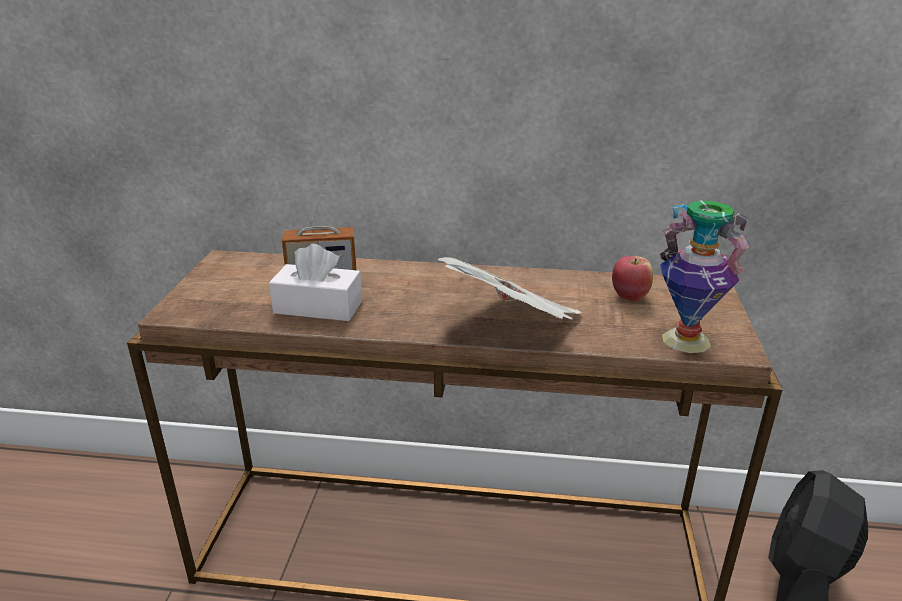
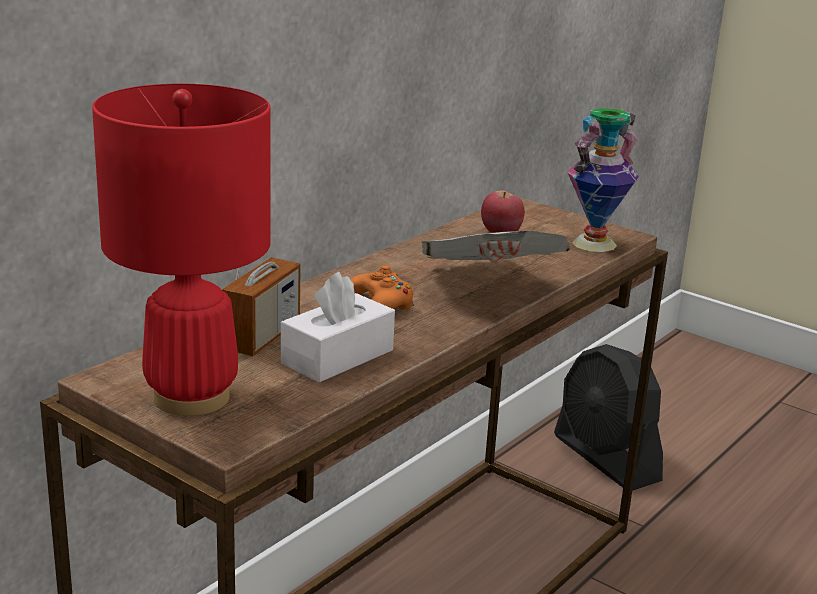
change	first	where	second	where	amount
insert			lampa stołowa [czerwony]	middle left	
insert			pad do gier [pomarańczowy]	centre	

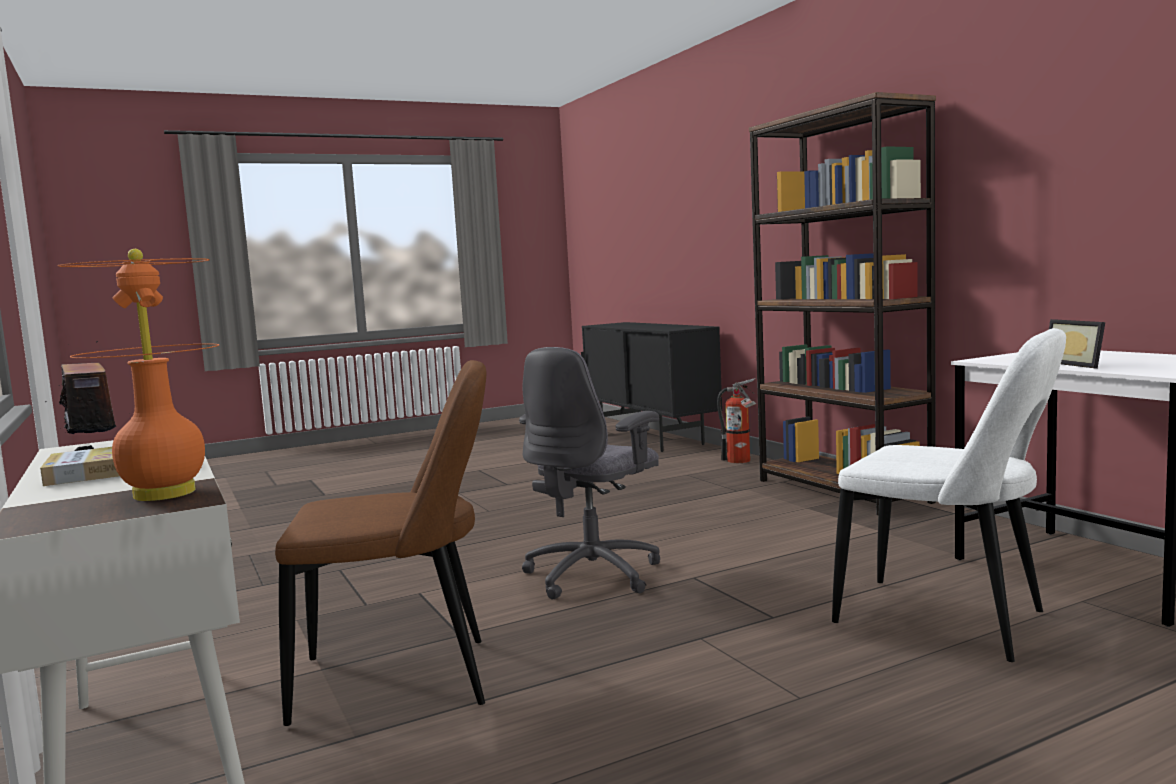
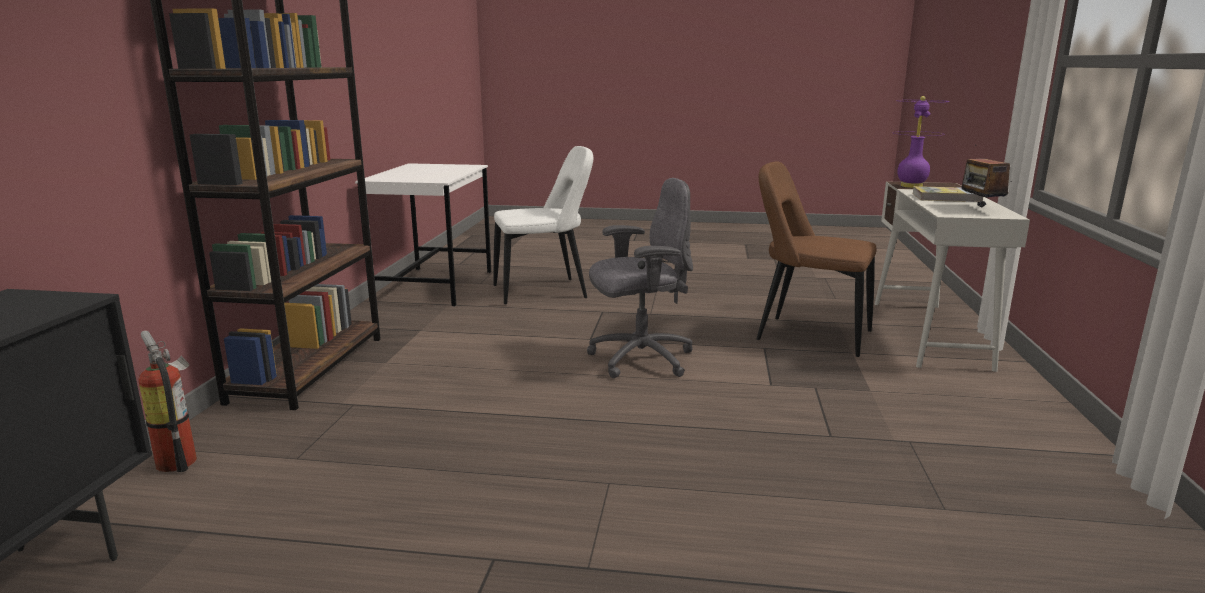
change	first	where	second	where	amount
recolor	lampa stołowa [pomarańczowy]	middle left	lampa stołowa [fioletowy]	top right	
delete	ramka na zdjęcie	middle right			
rotate	krzesło [biały]	middle right		centre	90 degrees clockwise

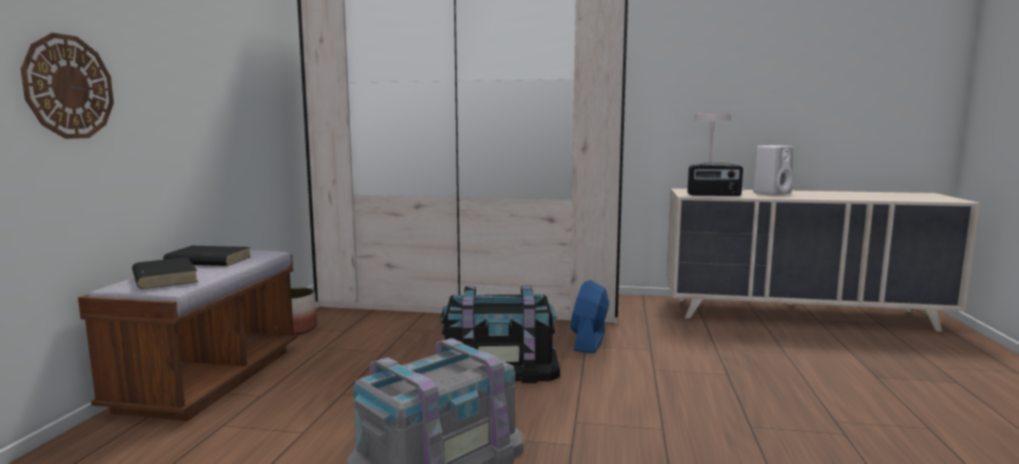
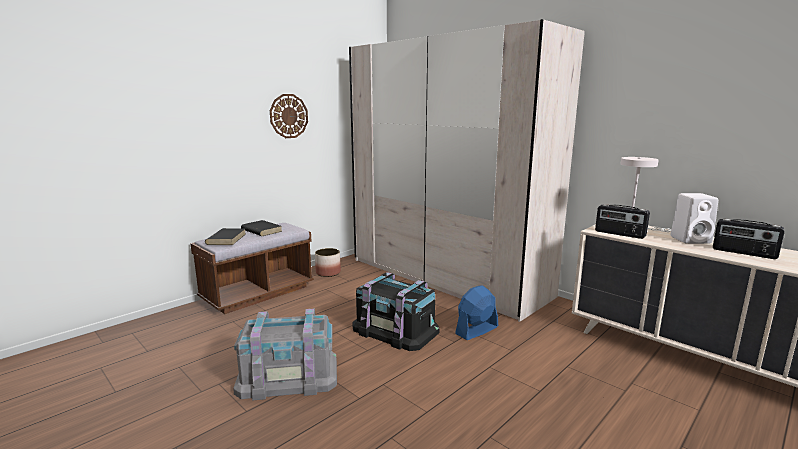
change	first	where	second	where	amount
move	zegar ścienny	top left		top centre	
insert			radio (2nd from left)	middle right	

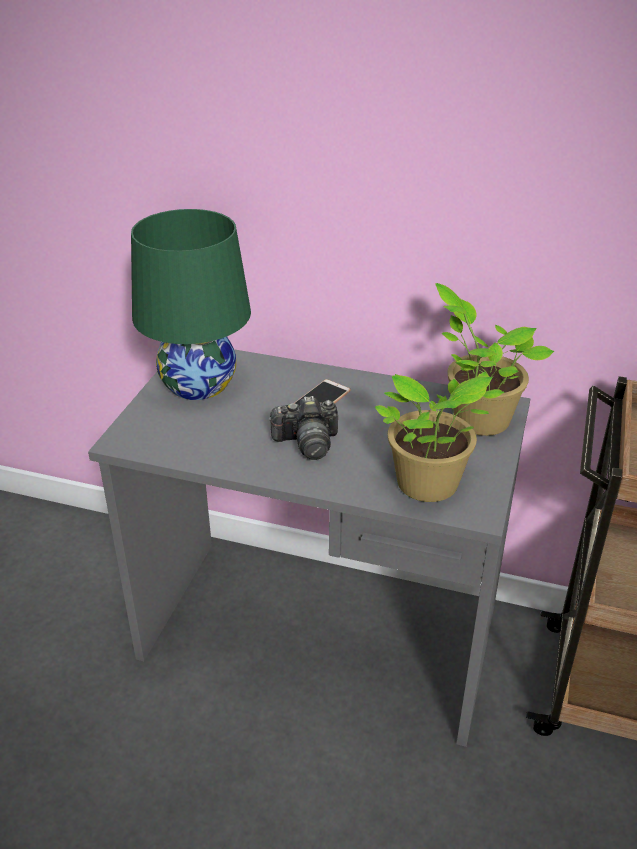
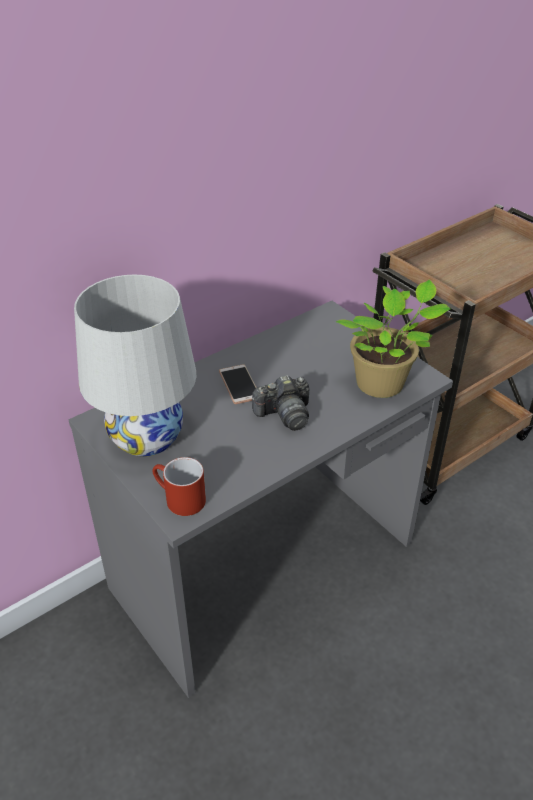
change	first	where	second	where	amount
recolor	lampa stołowa [zielony]	middle left	lampa stołowa [biały]	middle left	
delete	roślina doniczkowa (2nd from left)	middle right			
rotate	aparat fotograficzny	centre		centre	45 degrees clockwise
insert			kubek [czerwony]	centre	

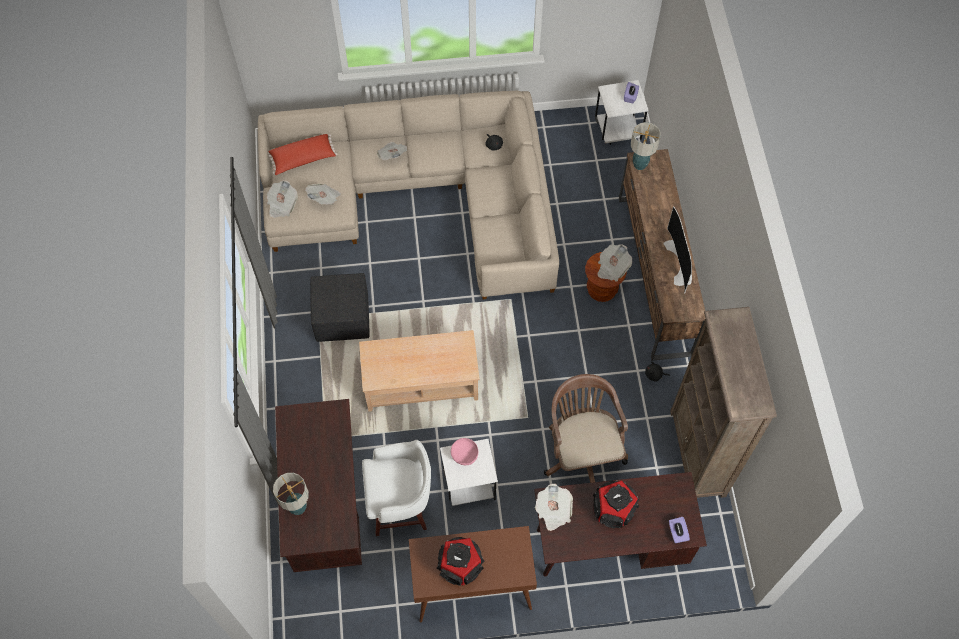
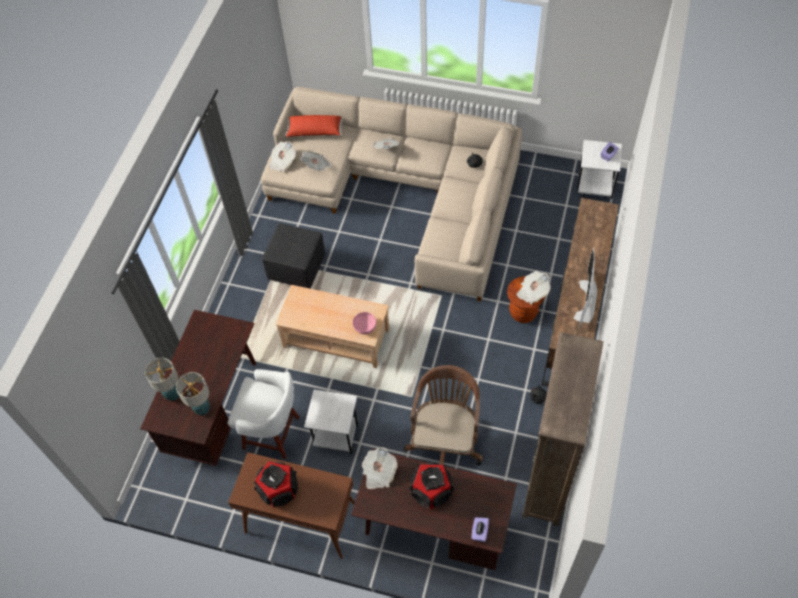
change	first	where	second	where	amount
move	lampa stołowa (2nd from left)	top right		middle left	
move	miska [różowy]	bottom centre		centre	

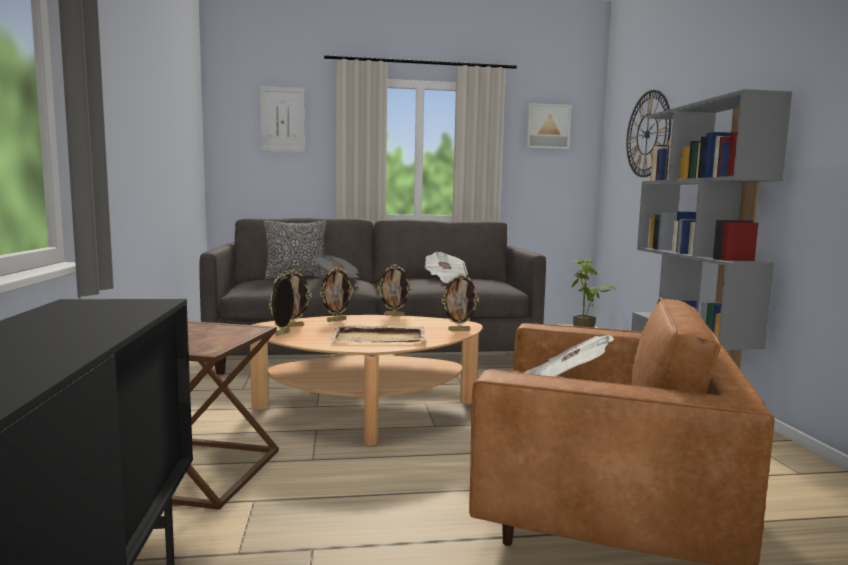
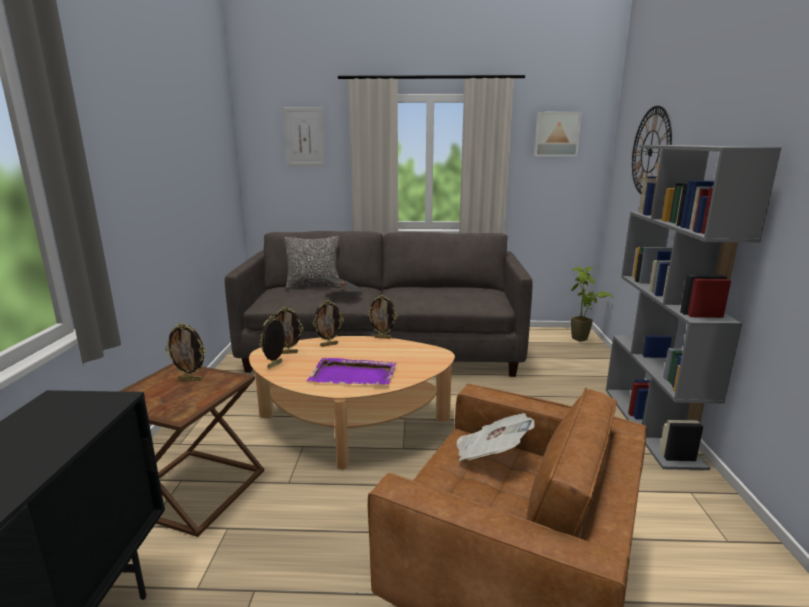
change	first	where	second	where	amount
delete	gazeta (2nd from left)	centre			
move	ramka na zdjęcie (5th from left in the first image)	centre	ramka na zdjęcie (1st from left)	middle left	
recolor	taca [beżowy]	centre	taca [fioletowy]	centre	

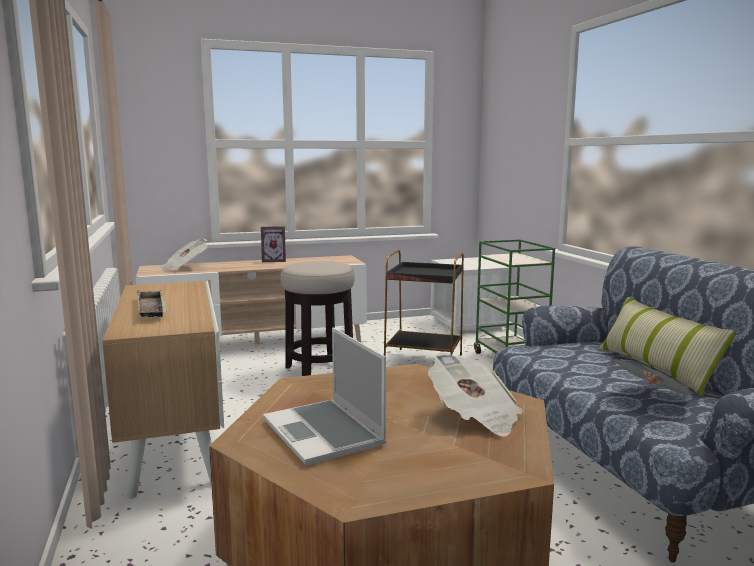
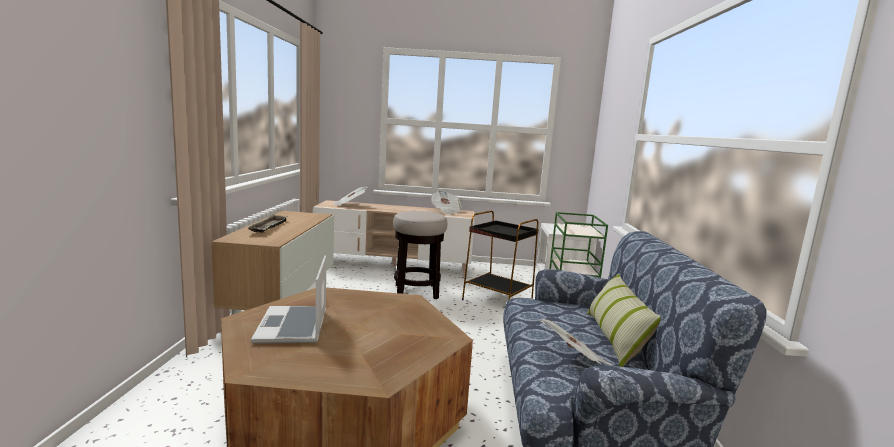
change	first	where	second	where	amount
delete	ramka na zdjęcie	centre			
move	gazeta (2nd from left)	bottom centre		centre	

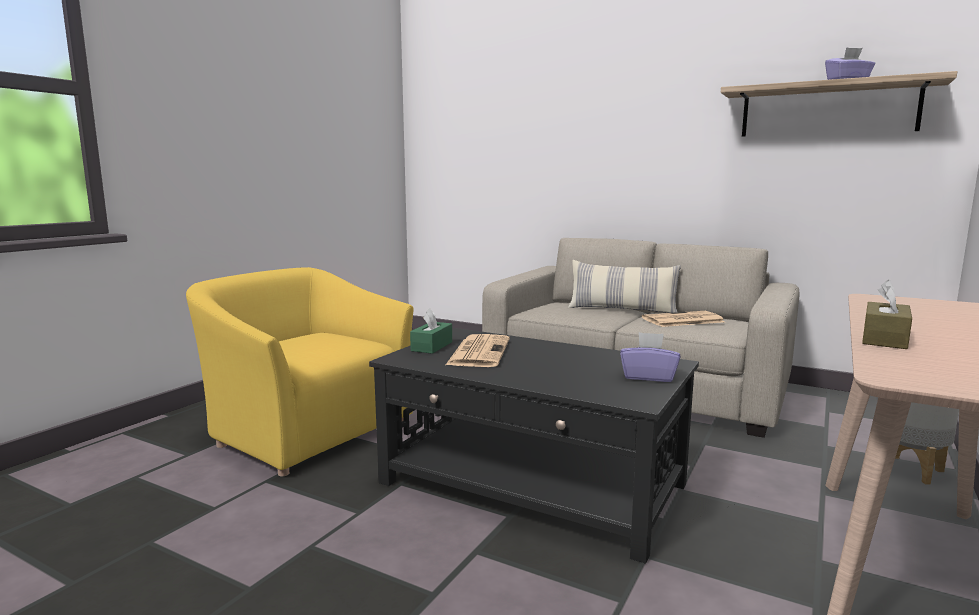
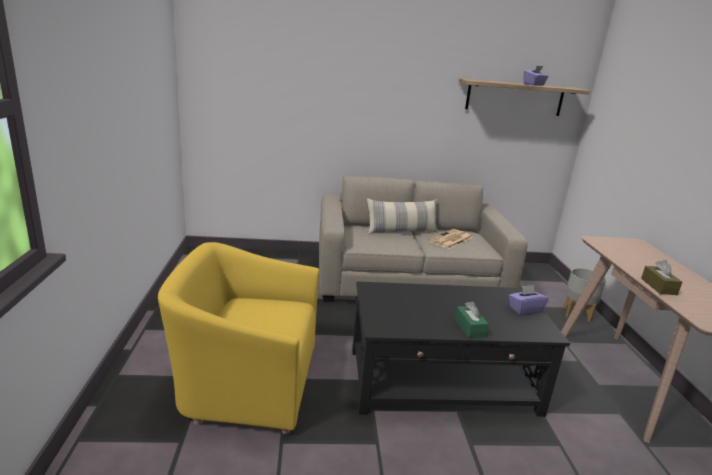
change	first	where	second	where	amount
move	pudełko chusteczek [zielony]	centre		bottom centre	
delete	gazeta (1st from left)	centre			

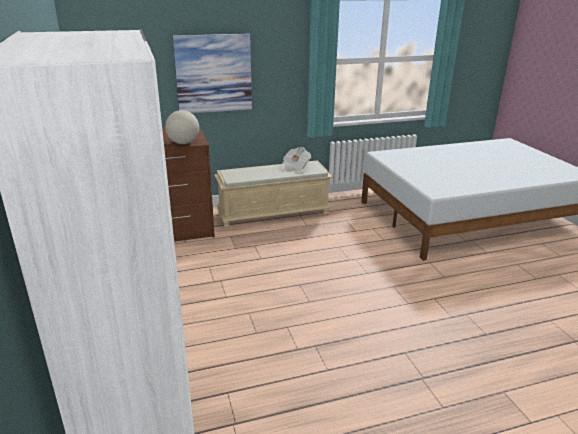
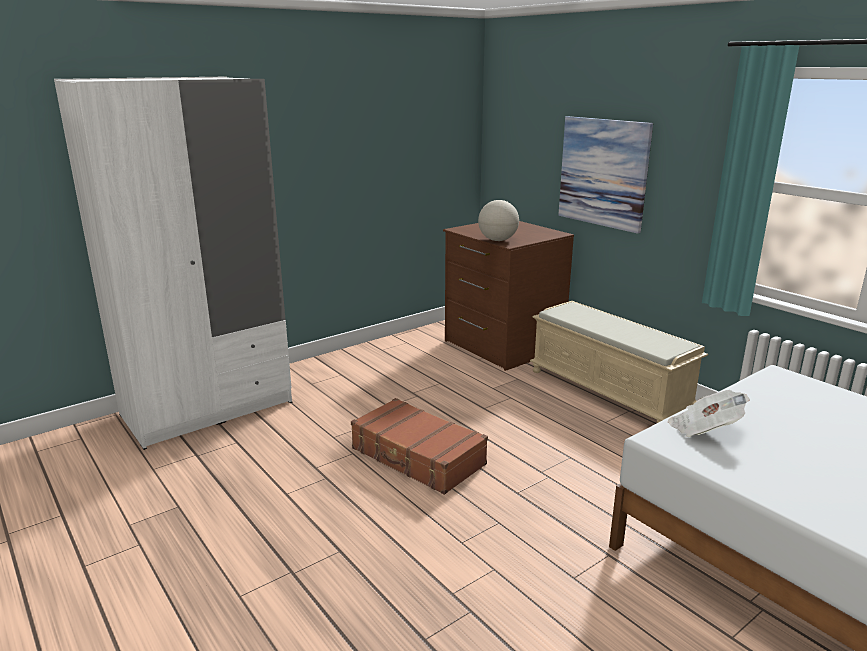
change	first	where	second	where	amount
move	gazeta	centre		middle right	
insert			walizka [brązowy]	bottom centre	

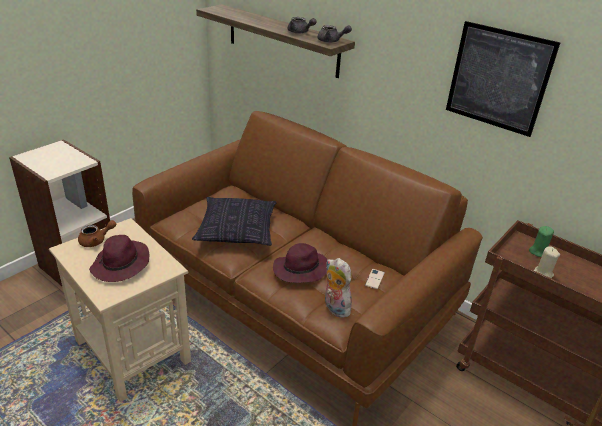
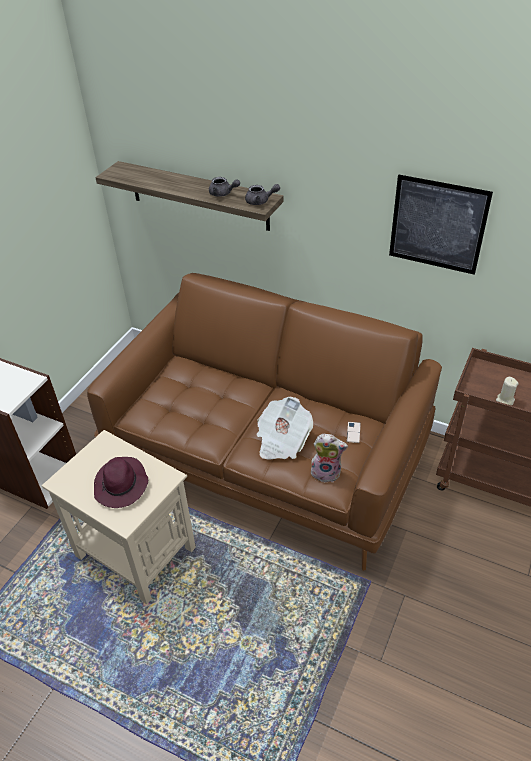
change	first	where	second	where	amount
delete	poduszka	centre			
delete	imbryk [brązowy]	middle left			
delete	świeca [zielony]	middle right			
replace	kapelusz [fioletowy] (2nd from left)	centre	gazeta	centre	
rotate	pluszak	bottom centre		centre	150 degrees clockwise

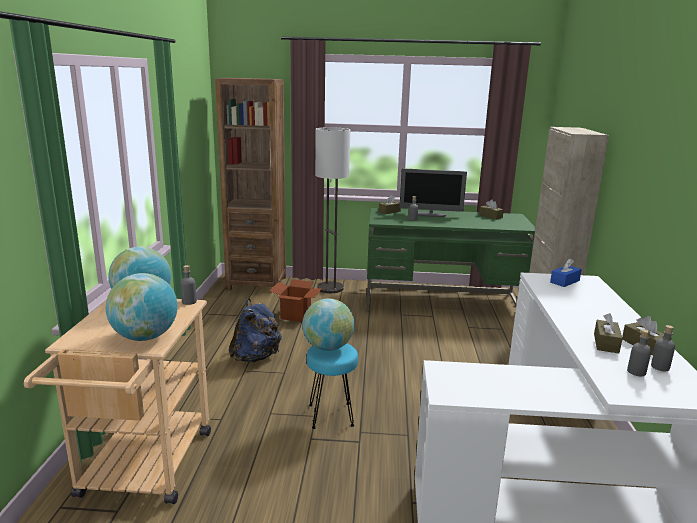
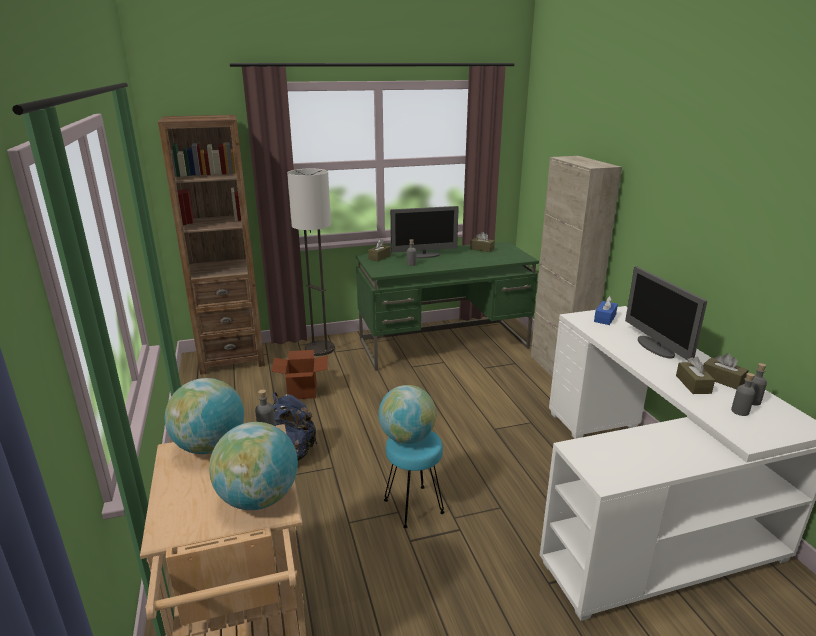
change	first	where	second	where	amount
insert			monitor (2nd from left)	middle right	

